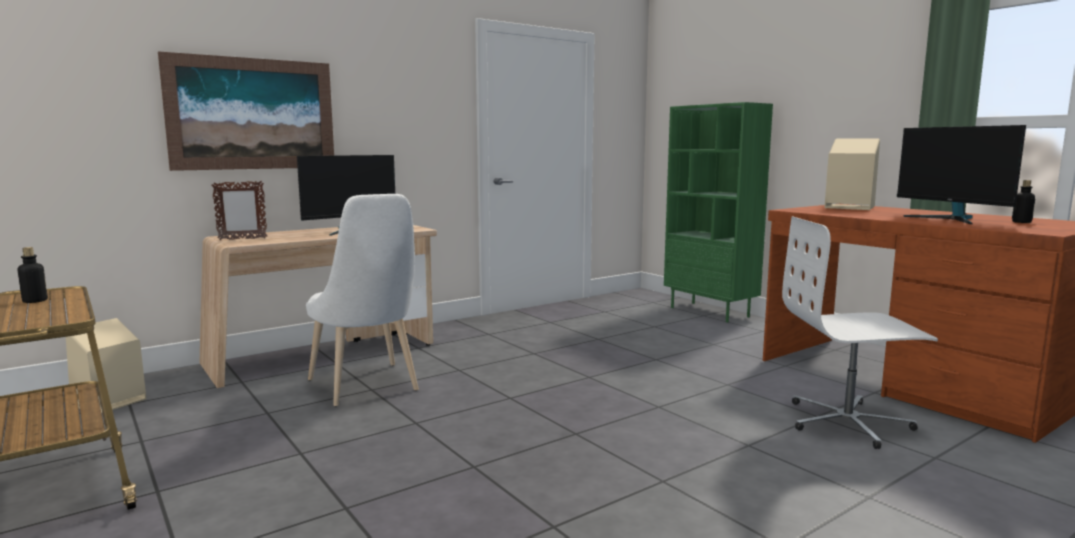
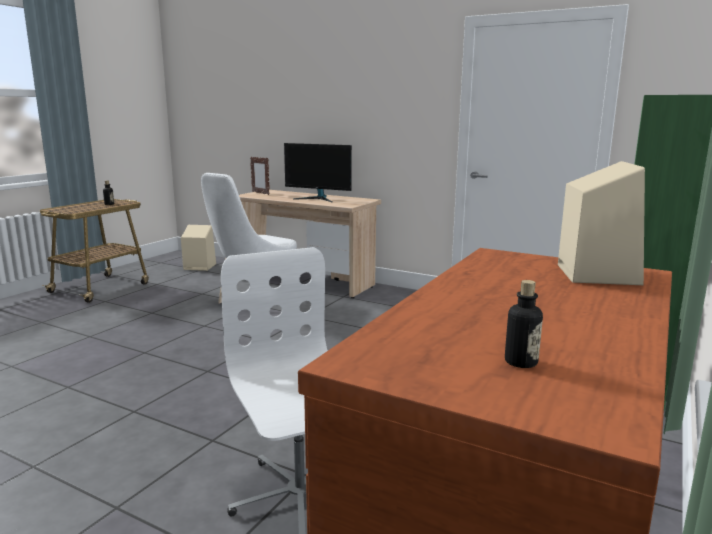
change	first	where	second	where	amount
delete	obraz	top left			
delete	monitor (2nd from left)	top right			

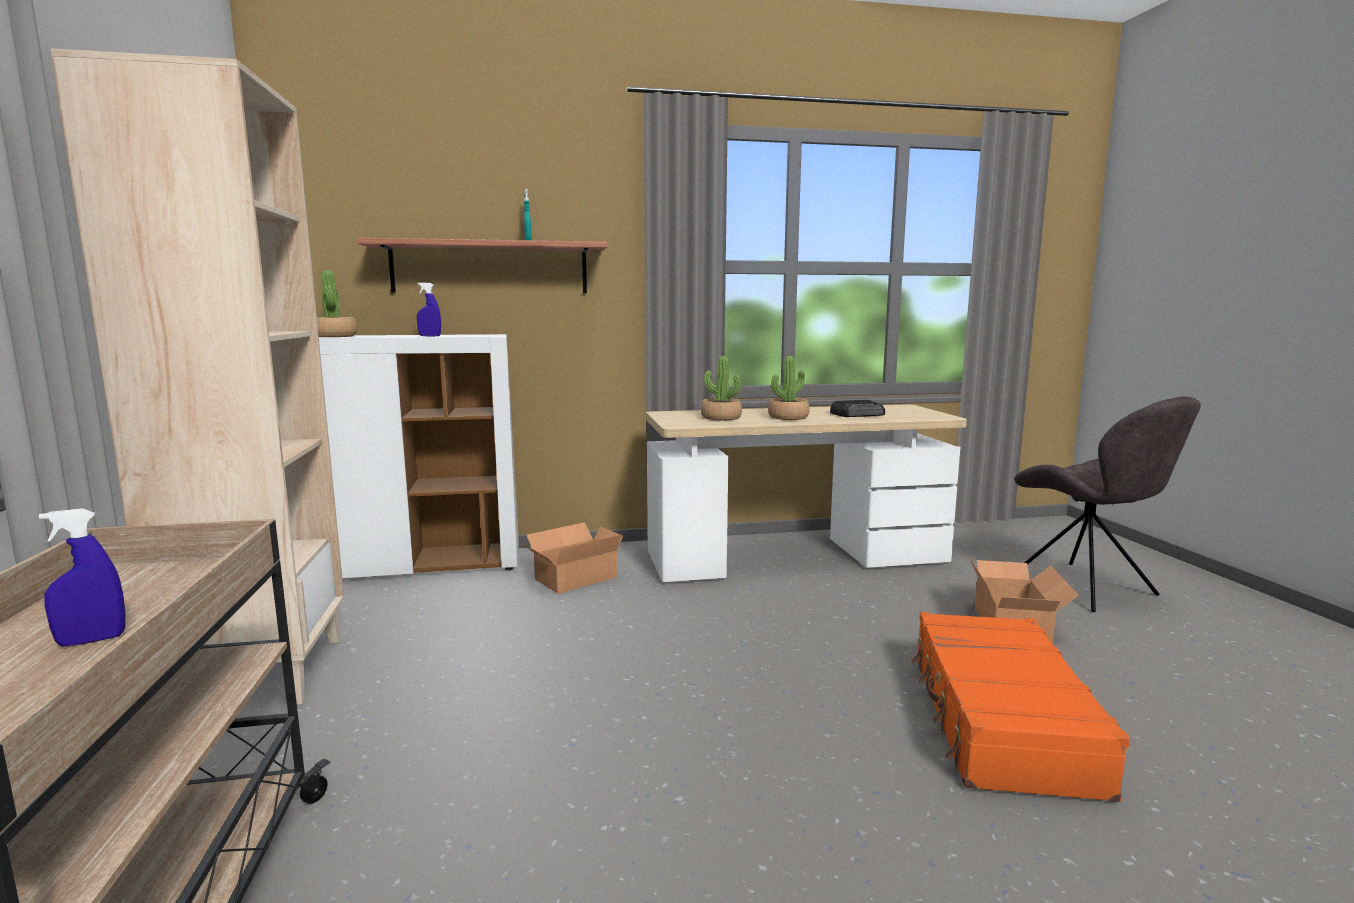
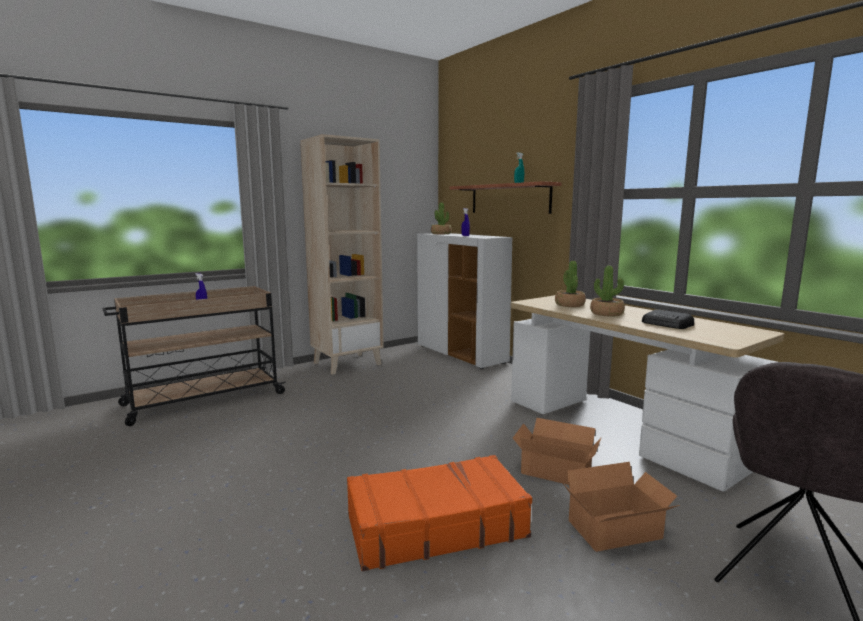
change	first	where	second	where	amount
move	karton (1st from left)	centre		bottom centre	

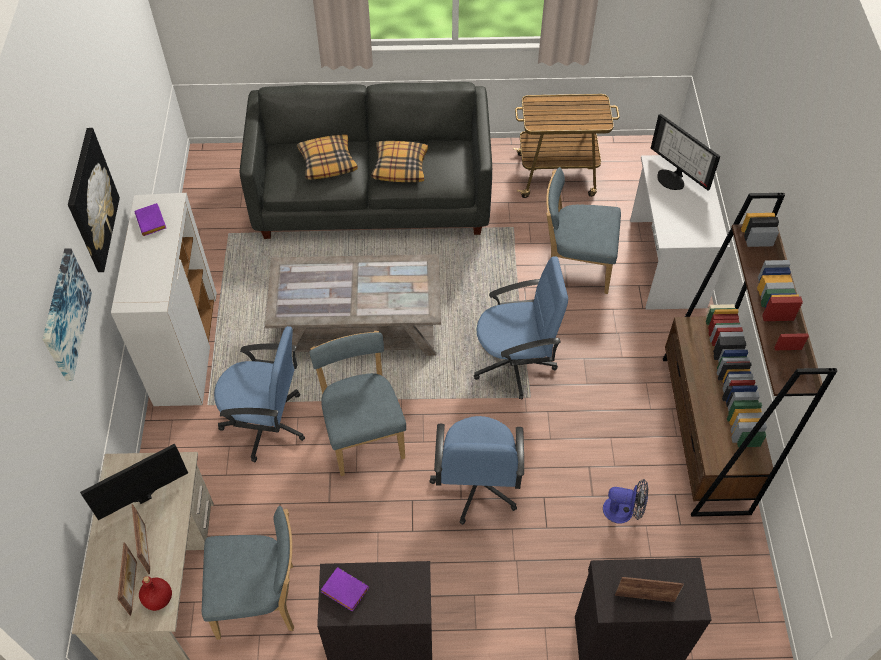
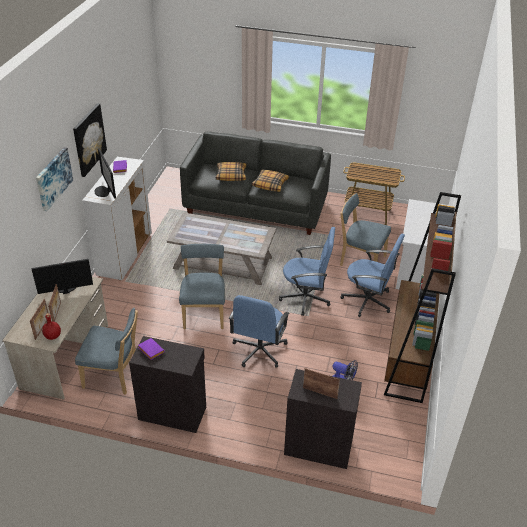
change	first	where	second	where	amount
move	monitor (2nd from left)	top right		top left	
move	krzesło biurowe [niebieski] (1st from left in the first image)	middle left	krzesło biurowe [niebieski] (3rd from left)	middle right	

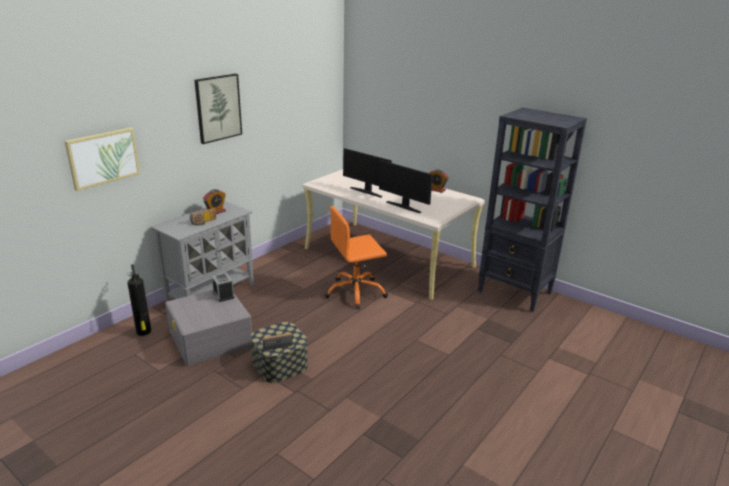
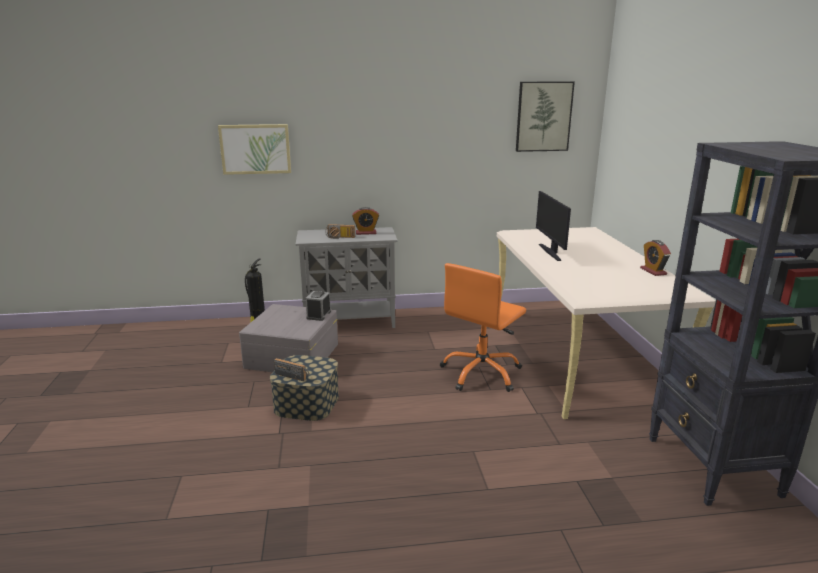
change	first	where	second	where	amount
move	obraz (2nd from left)	top left		top centre	
delete	monitor (2nd from left)	centre			
rotate	krzesło biurowe [pomarańczowy]	centre		centre	75 degrees counterclockwise

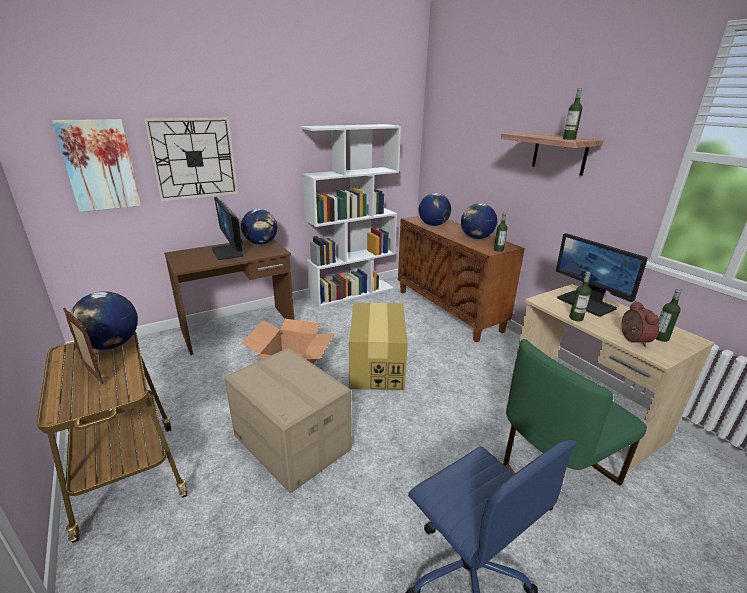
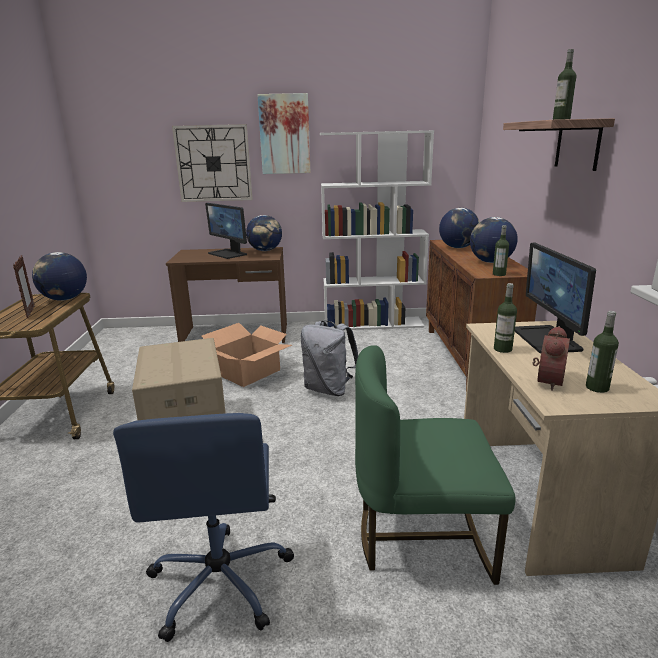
change	first	where	second	where	amount
move	obraz	top left		top centre	
rotate	monitor (1st from left)	middle left		centre	45 degrees counterclockwise
replace	karton (3rd from left)	centre	plecak [szary]	centre	

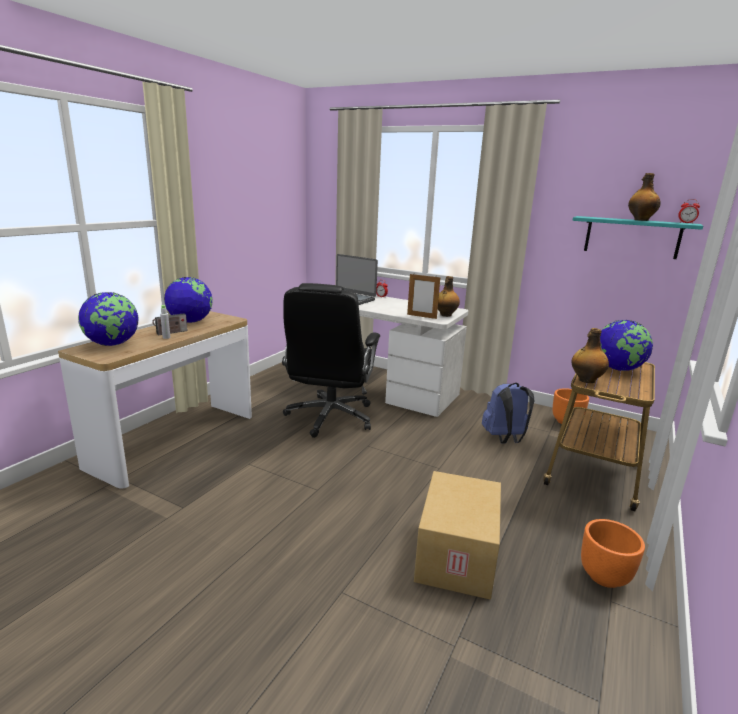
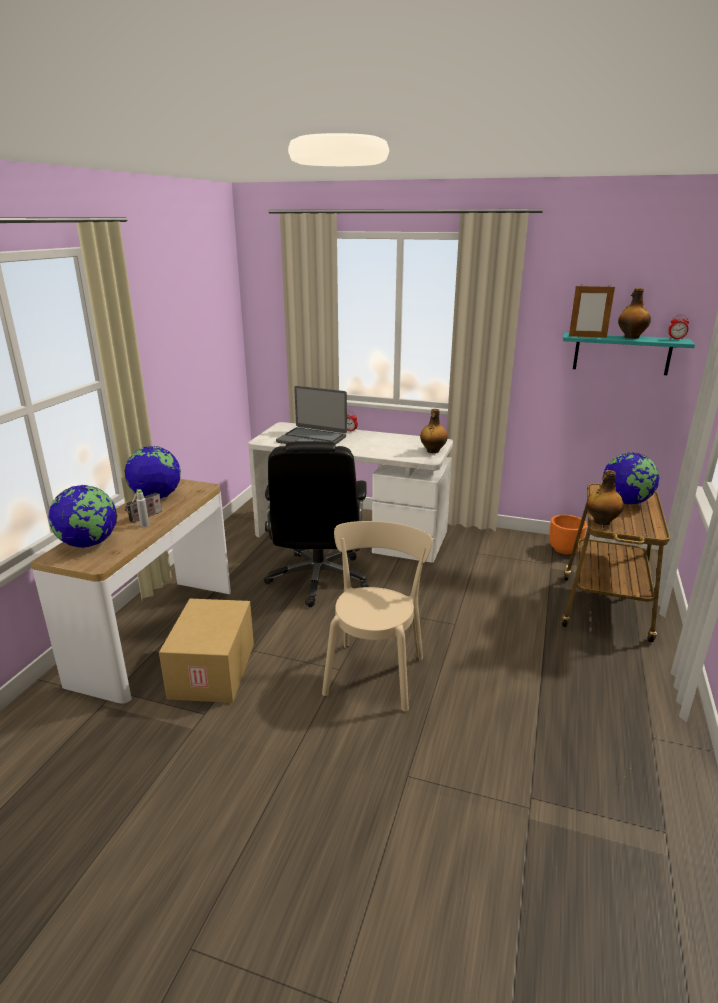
change	first	where	second	where	amount
move	ramka na zdjęcie	centre		top right	
delete	plecak [niebieski]	middle right			
move	karton	bottom centre		middle left	
delete	donica [pomarańczowy] (2nd from left)	bottom right			
insert			krzesło [beżowy]	centre	

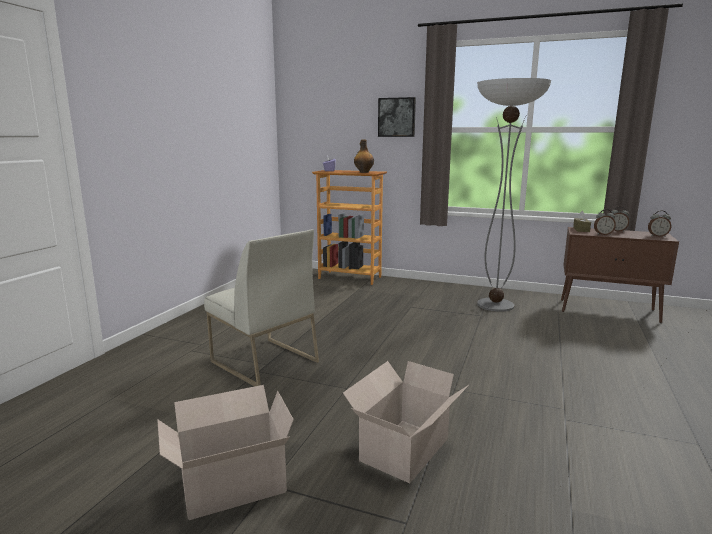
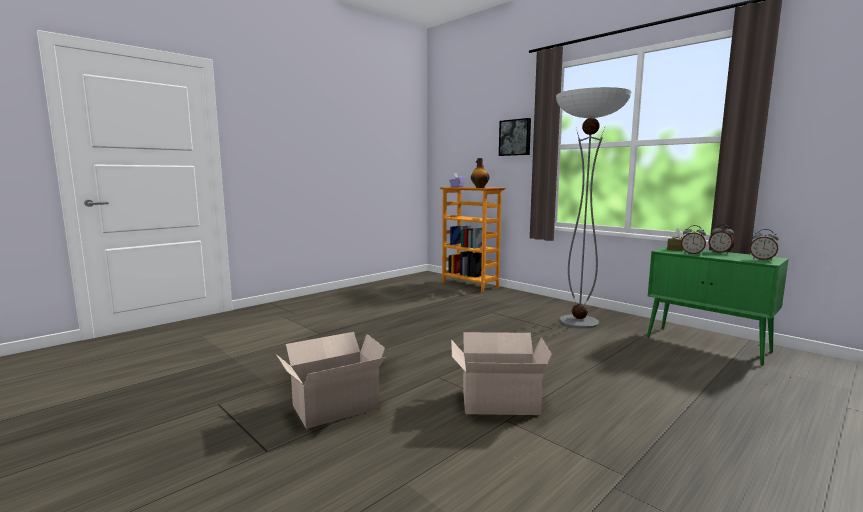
change	first	where	second	where	amount
recolor	szafka [brązowy]	middle right	szafka [zielony]	middle right	
delete	krzesło [biały]	centre			
move	karton (1st from left in the first image)	bottom left	karton (2nd from left)	bottom centre	

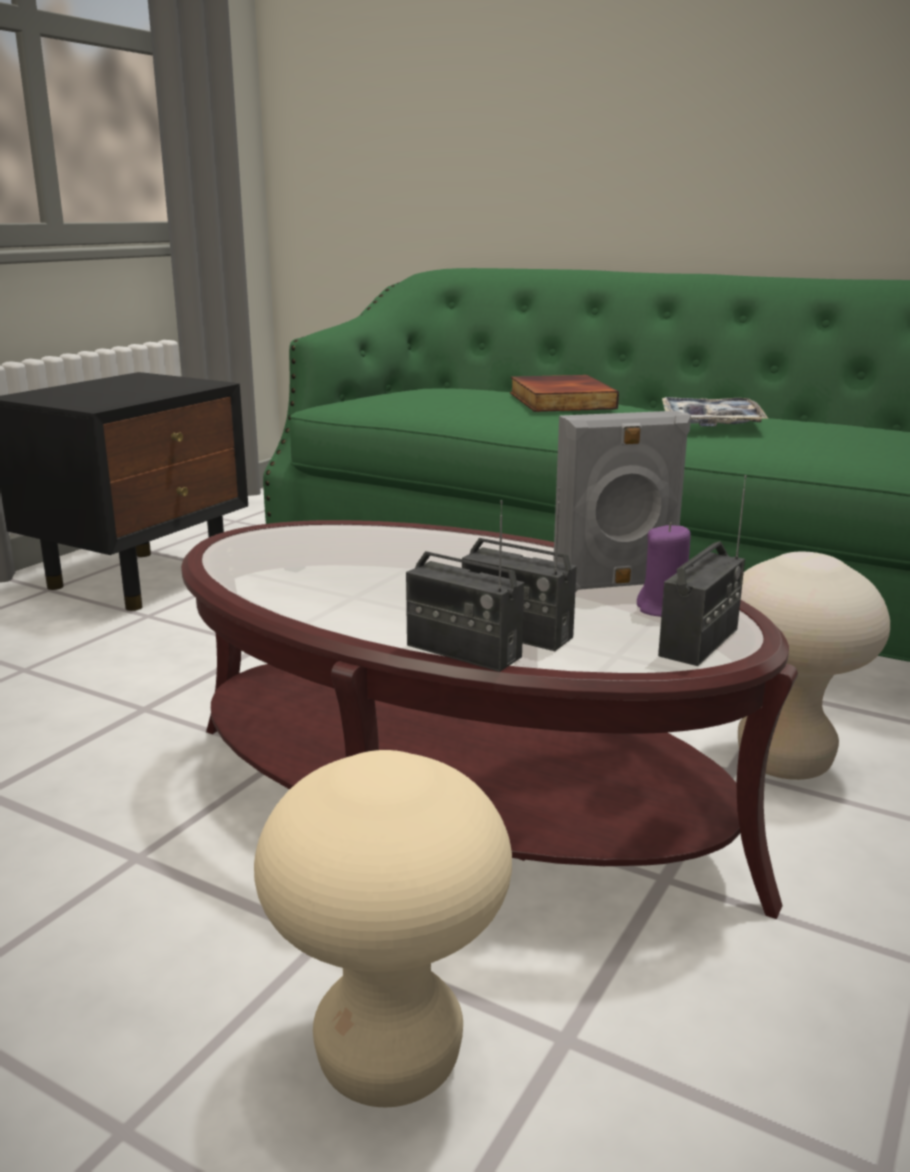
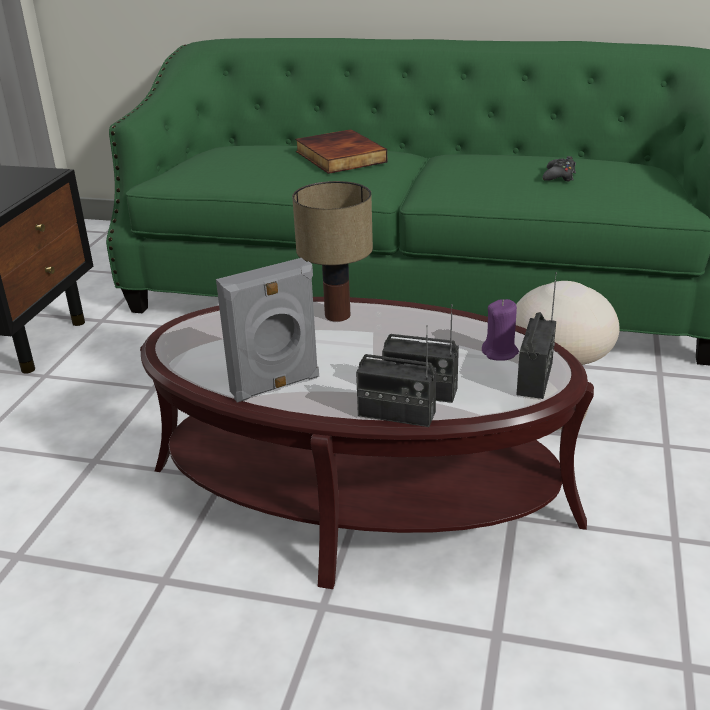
change	first	where	second	where	amount
delete	taca	middle right			
move	głośnik [szary]	middle right		centre	
delete	stołek [beżowy] (1st from left)	bottom centre			
insert			pad do gier [czarny]	top right	
insert			lampa stołowa	centre	

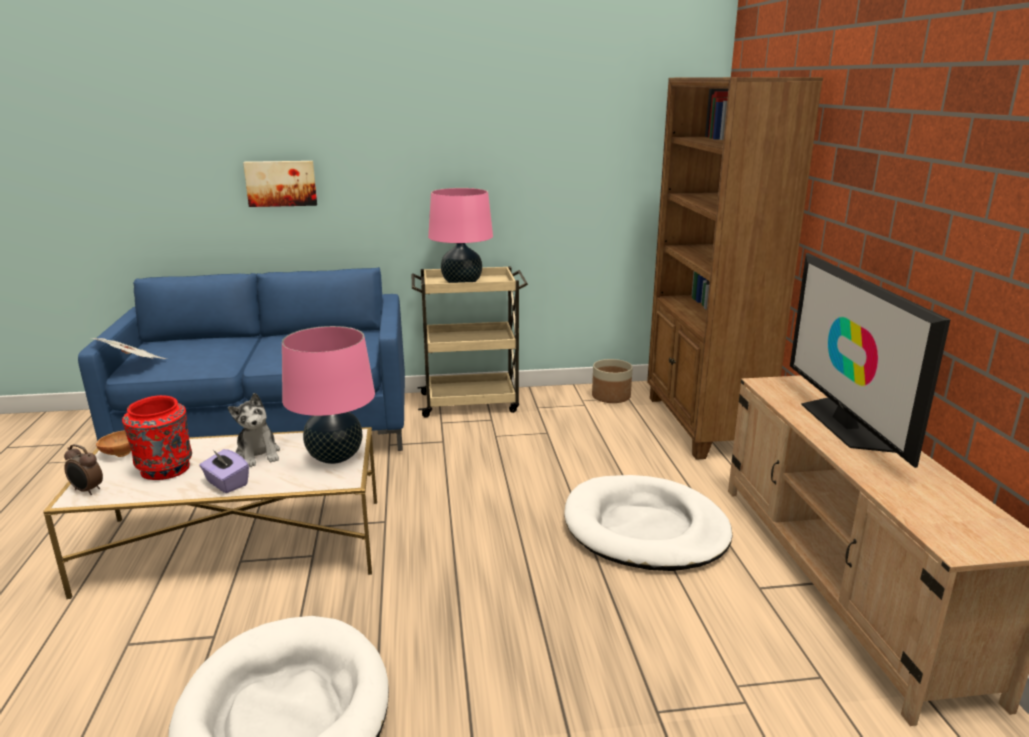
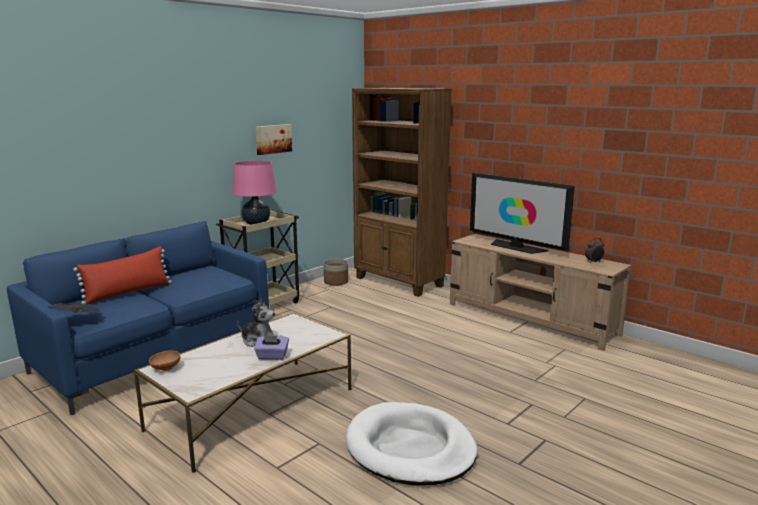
change	first	where	second	where	amount
move	obraz	top left		top centre	
delete	lampa stołowa [różowy] (1st from left)	middle left			
delete	wazon [czerwony]	middle left			
move	budzik	middle left		middle right	
delete	legowisko [biały] (2nd from left)	bottom centre			
insert			poduszka [czerwony]	middle left	

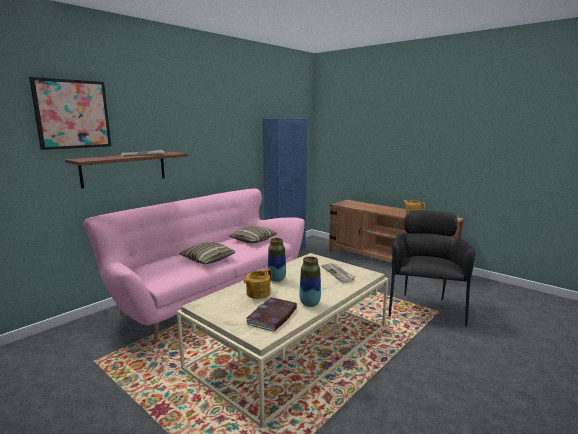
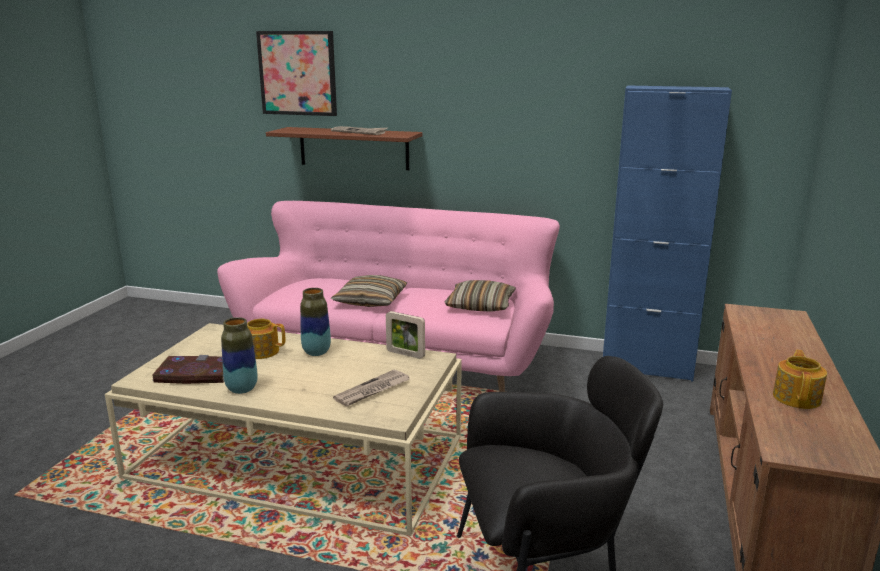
change	first	where	second	where	amount
insert			ramka na zdjęcie	centre	

